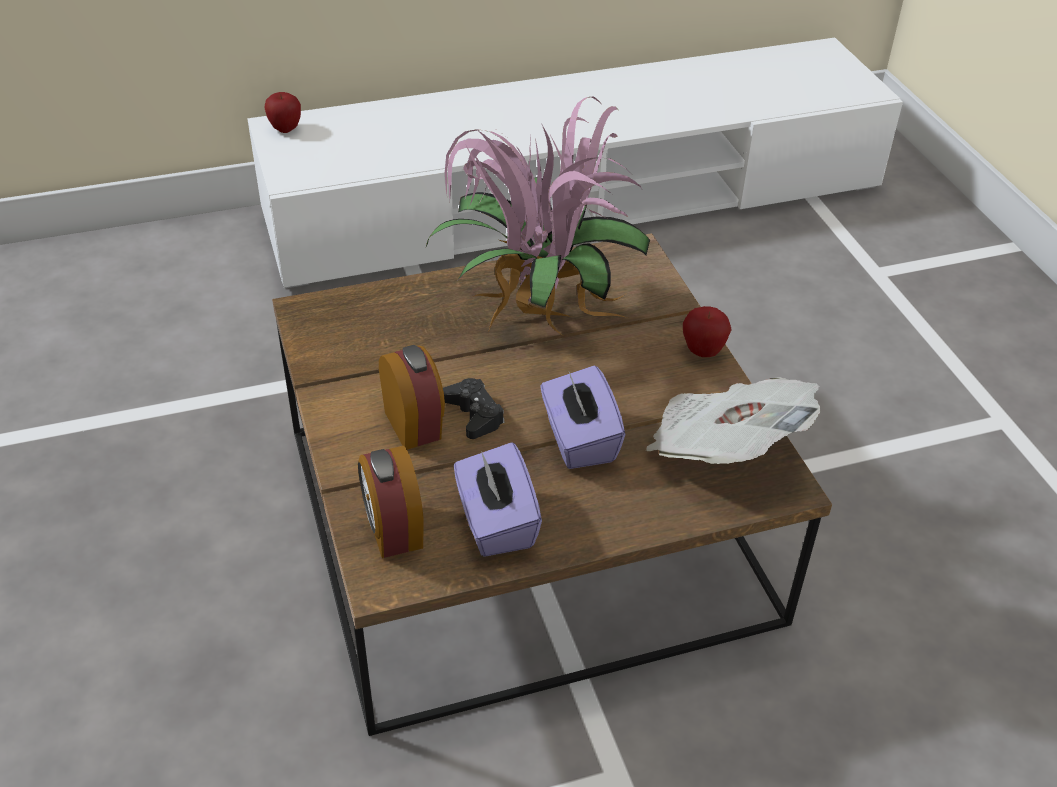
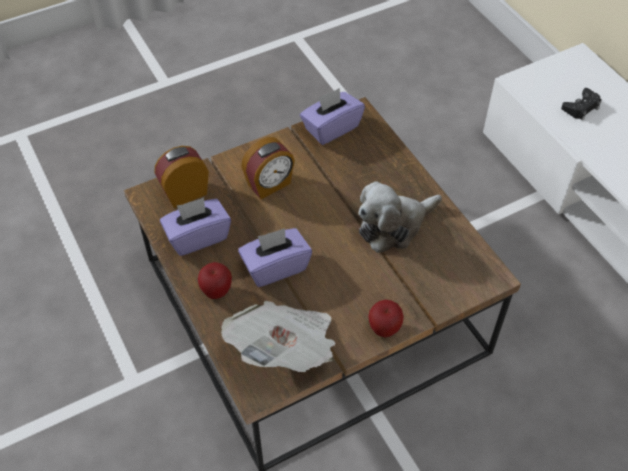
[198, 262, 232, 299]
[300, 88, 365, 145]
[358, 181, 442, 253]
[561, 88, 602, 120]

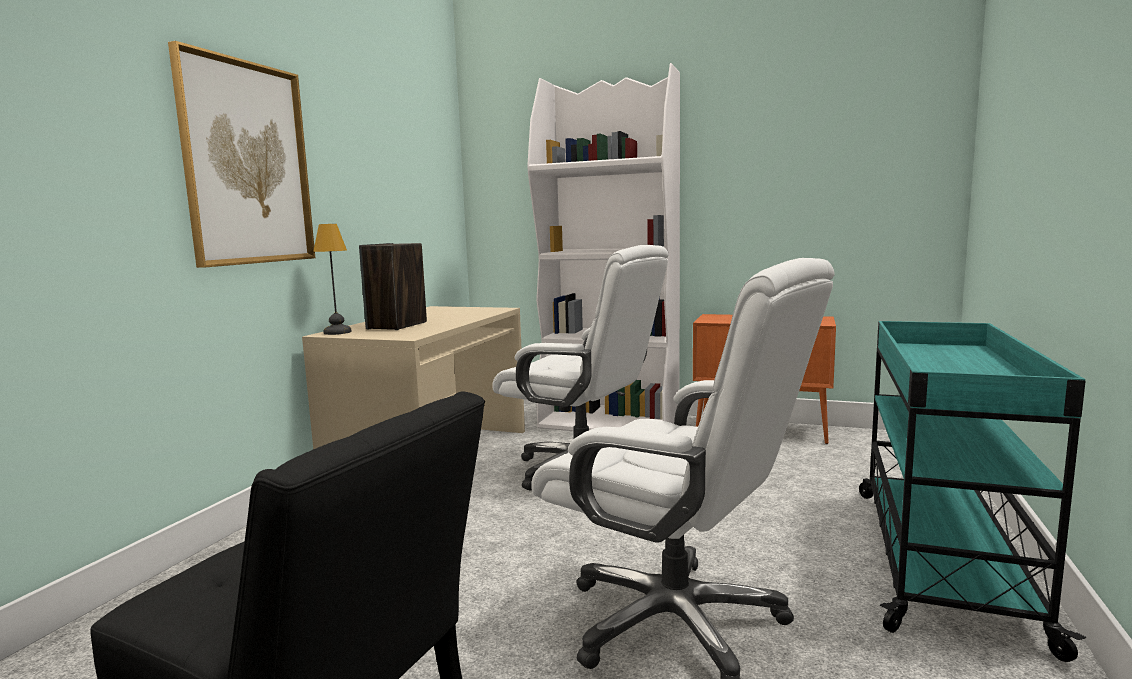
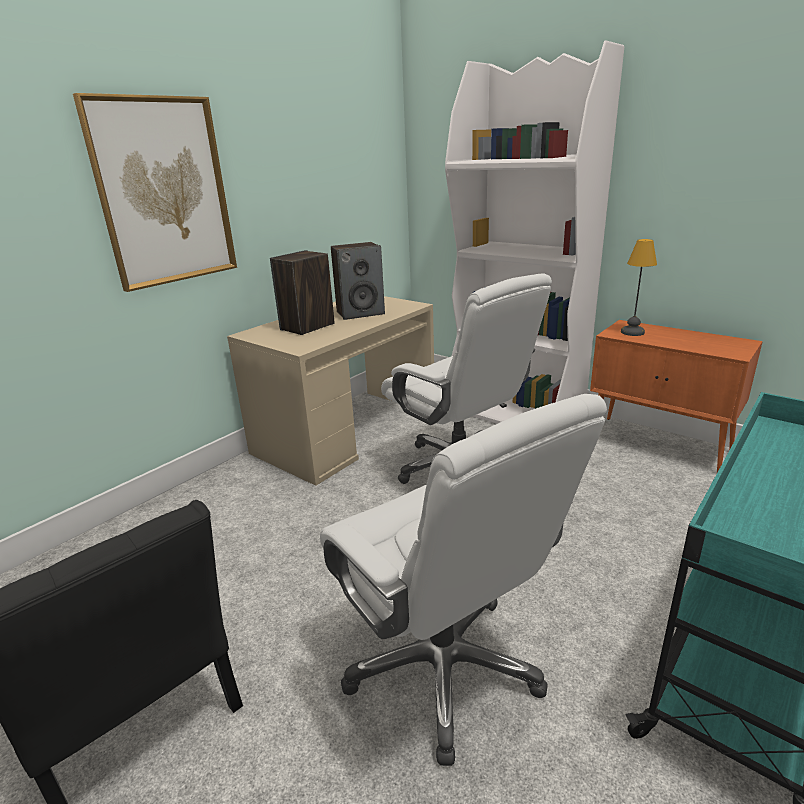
[331, 242, 385, 320]
[621, 239, 657, 336]

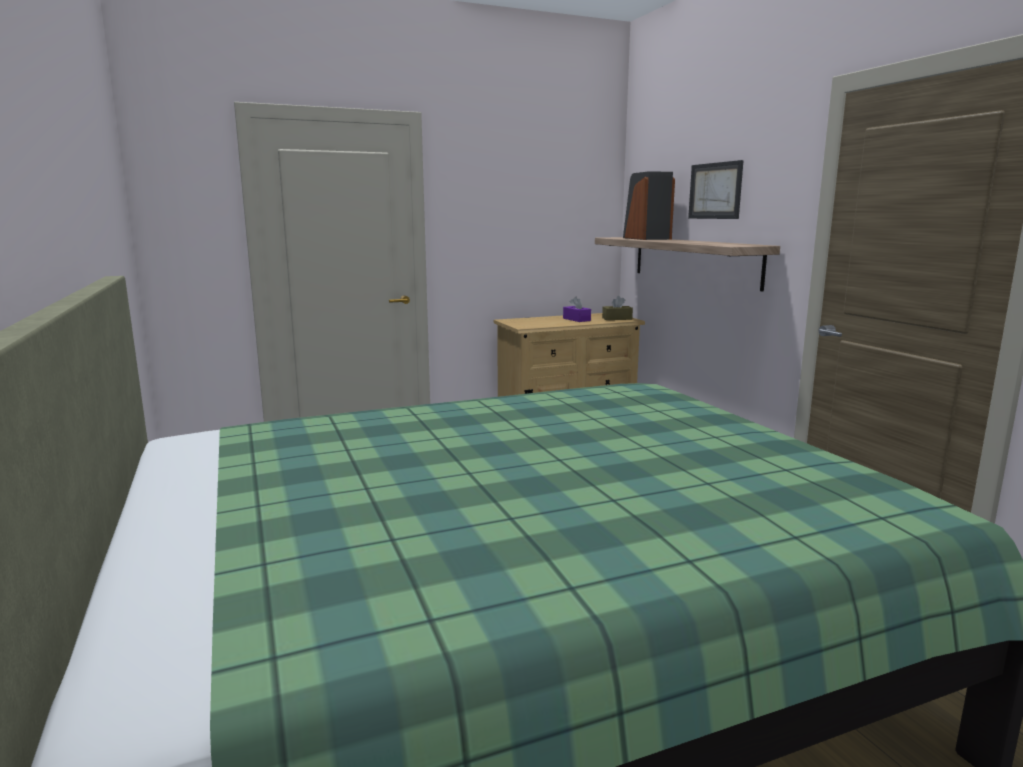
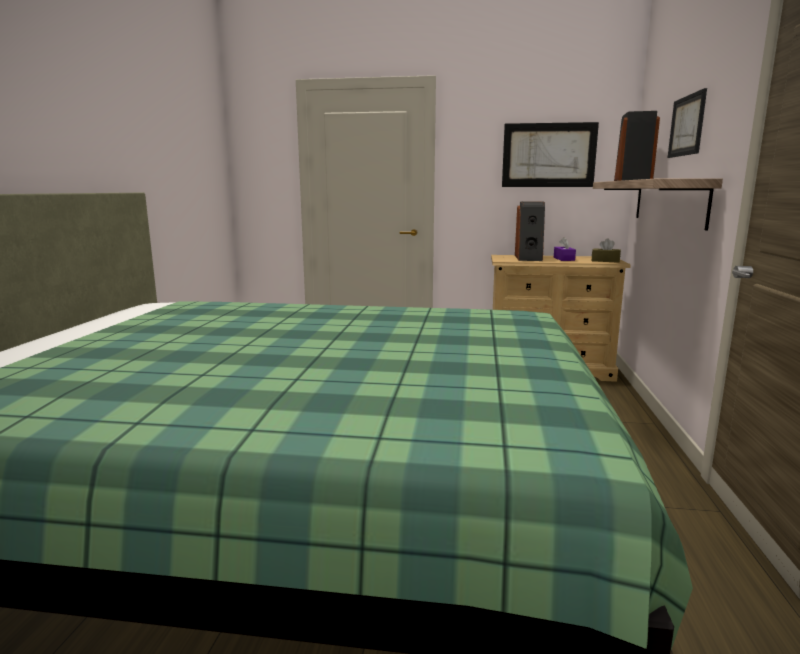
[502, 122, 599, 187]
[515, 201, 545, 261]

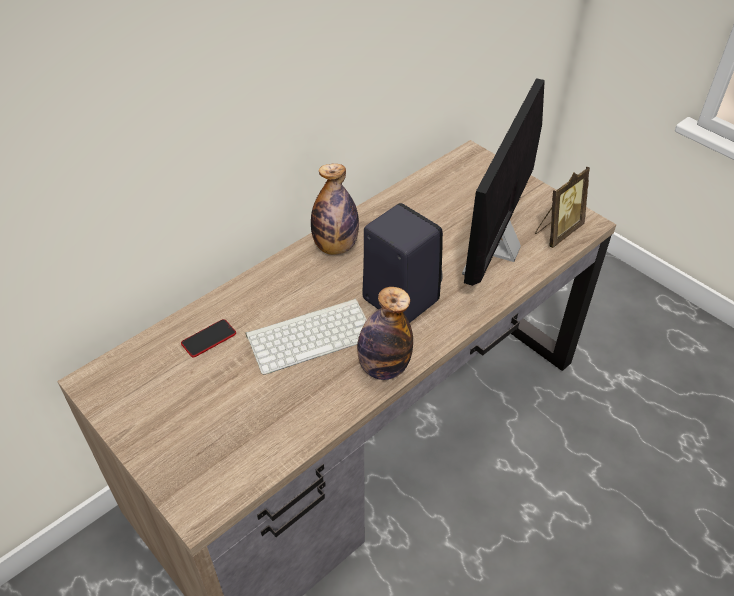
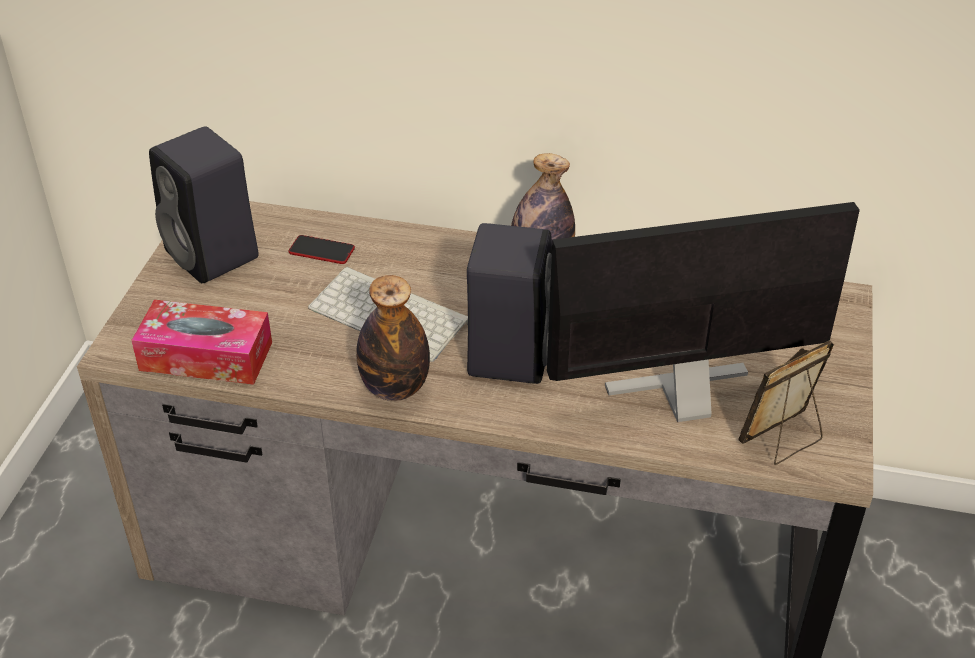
[131, 300, 272, 385]
[149, 126, 259, 283]
[738, 340, 834, 465]

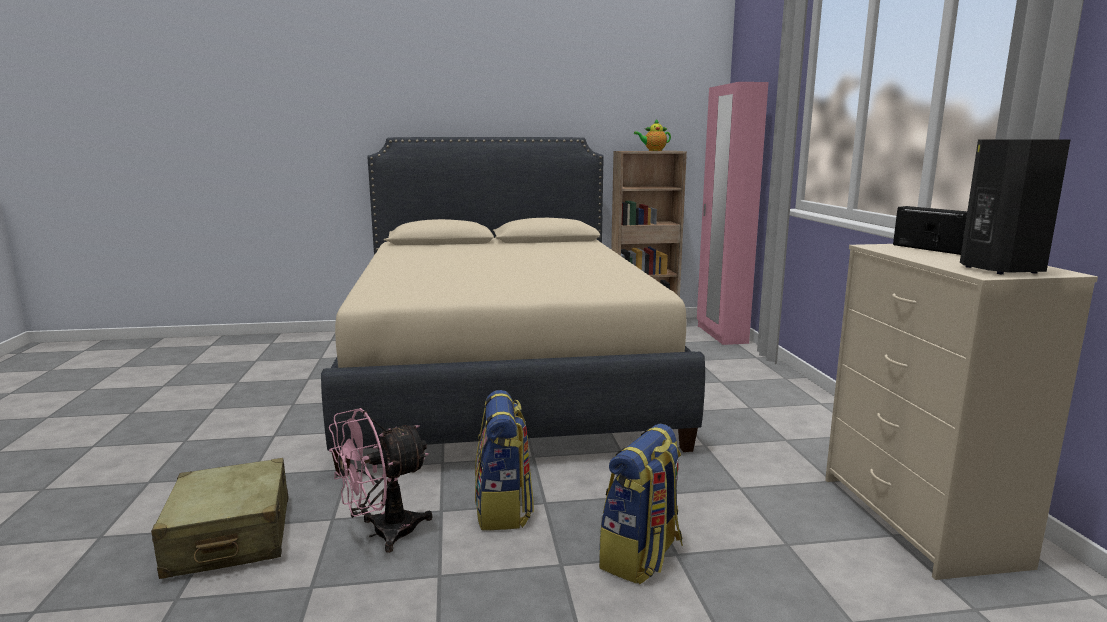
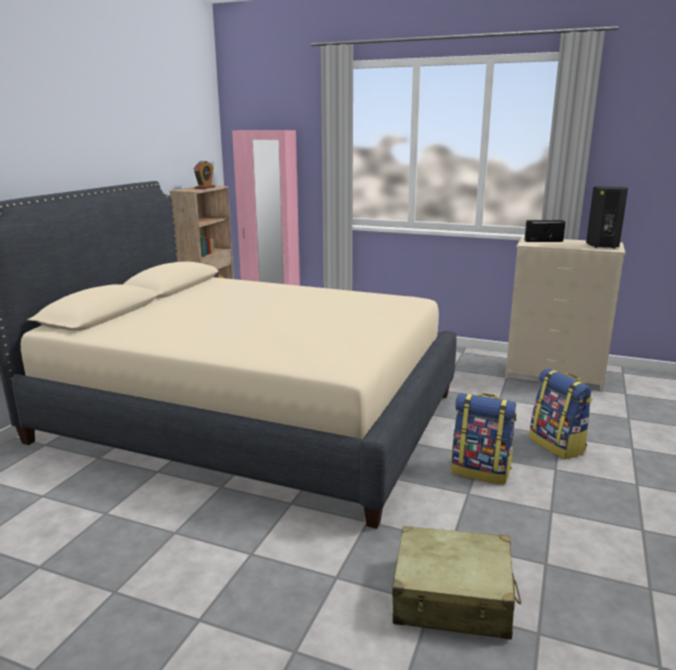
[194, 161, 215, 189]
[329, 408, 433, 553] (first image)

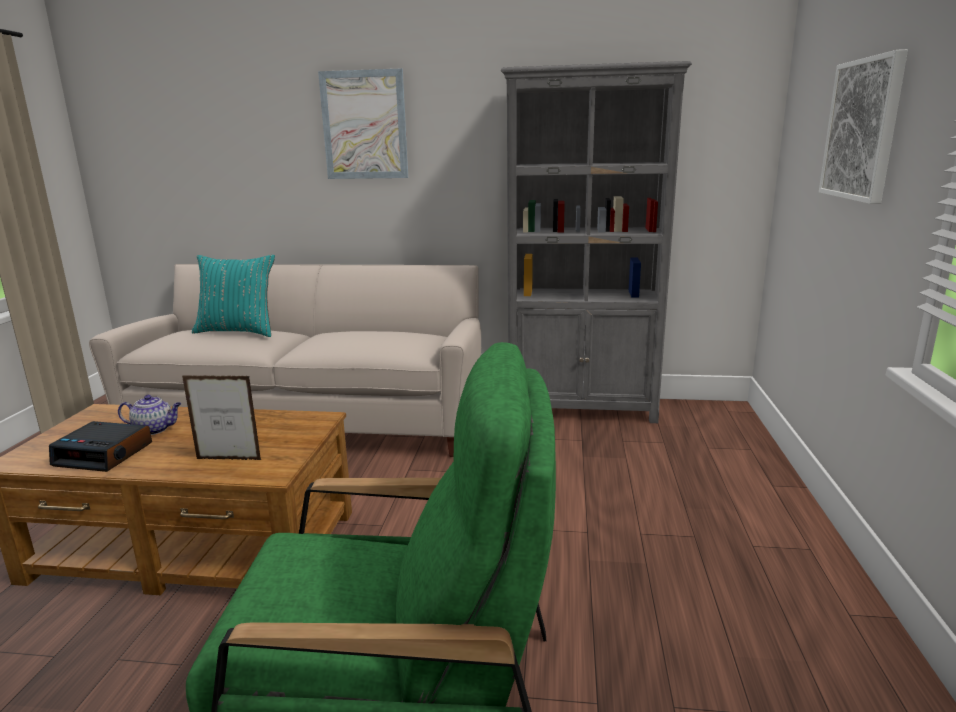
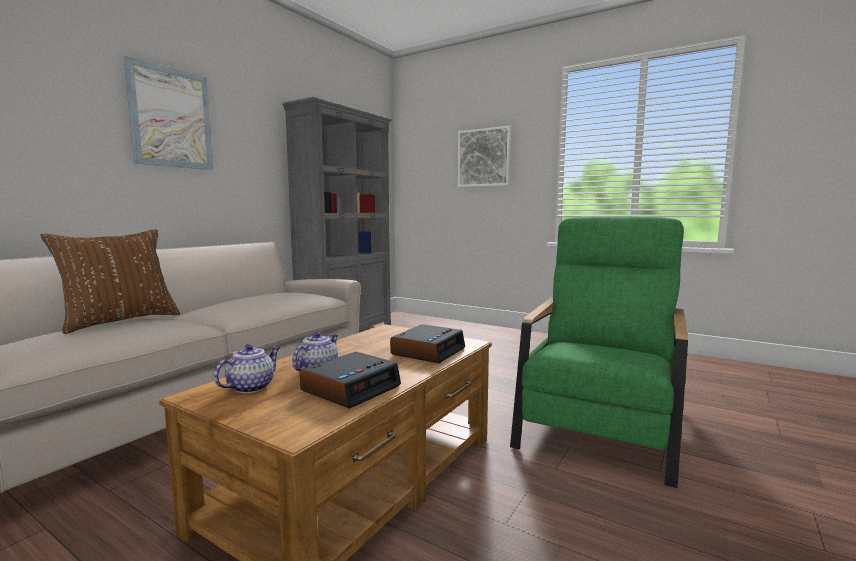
[40, 229, 180, 334]
[214, 344, 280, 393]
[390, 324, 465, 363]

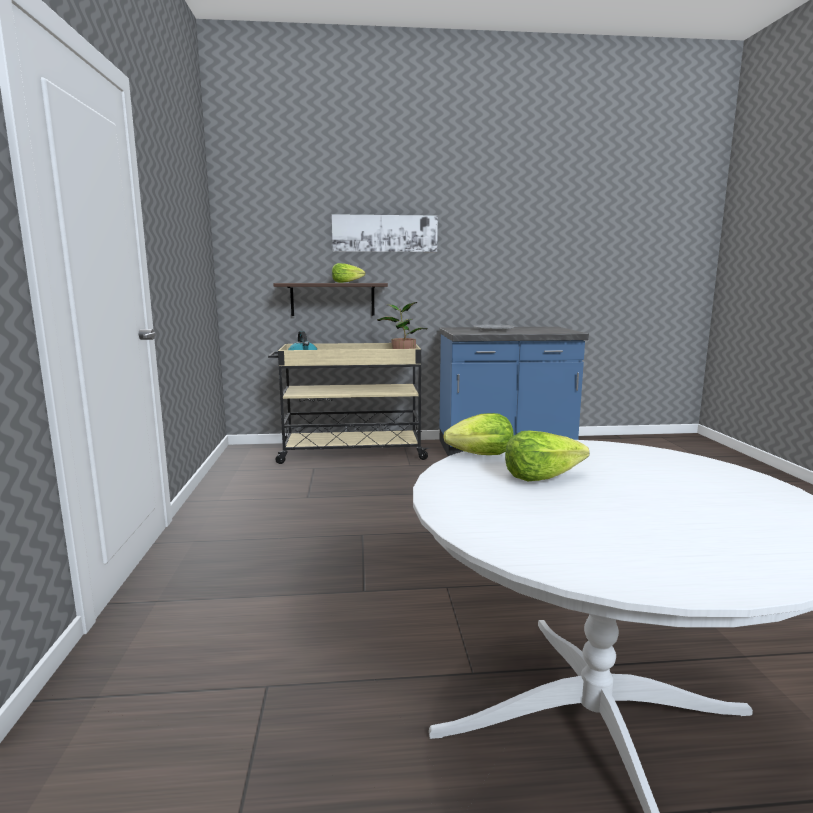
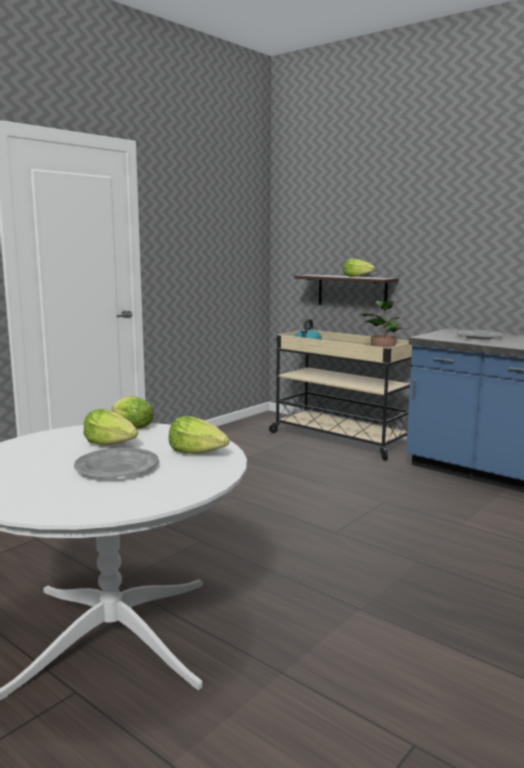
[74, 448, 159, 477]
[169, 416, 230, 454]
[332, 214, 438, 252] (first image)

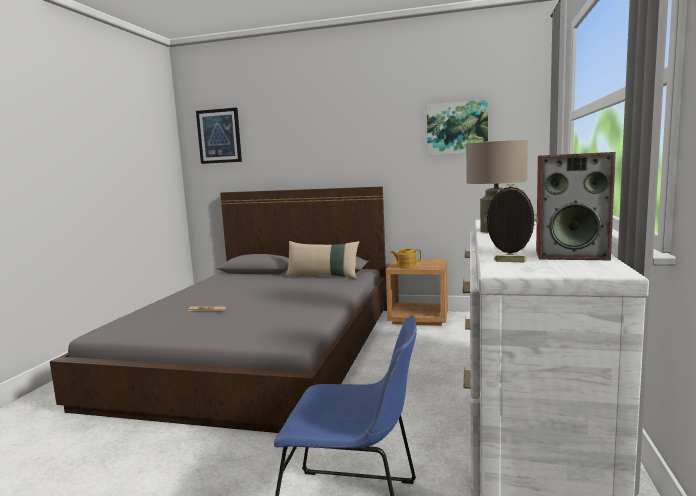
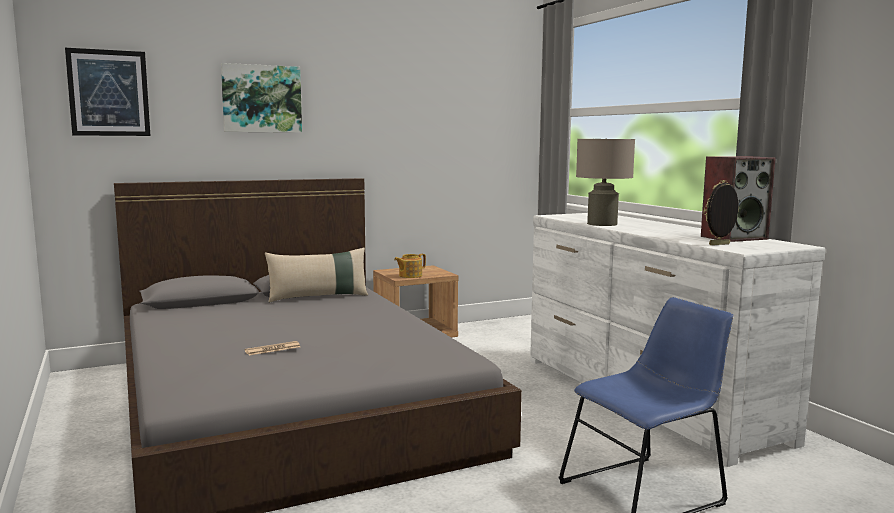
[221, 63, 302, 133]

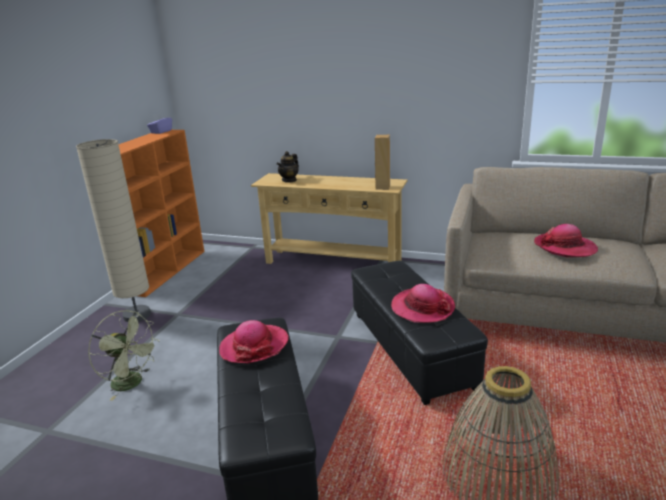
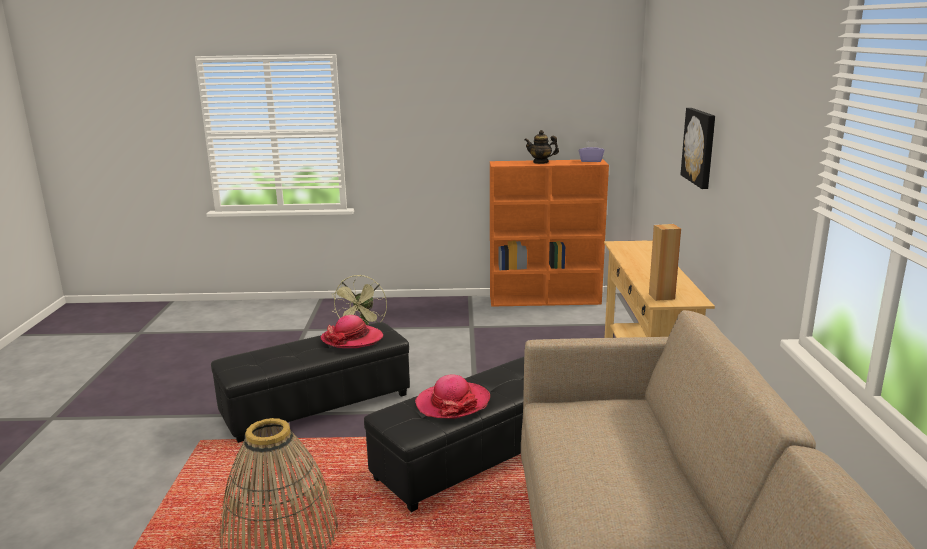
[525, 130, 559, 164]
[680, 108, 715, 189]
[76, 139, 151, 322] (first image)
[534, 224, 598, 258] (first image)

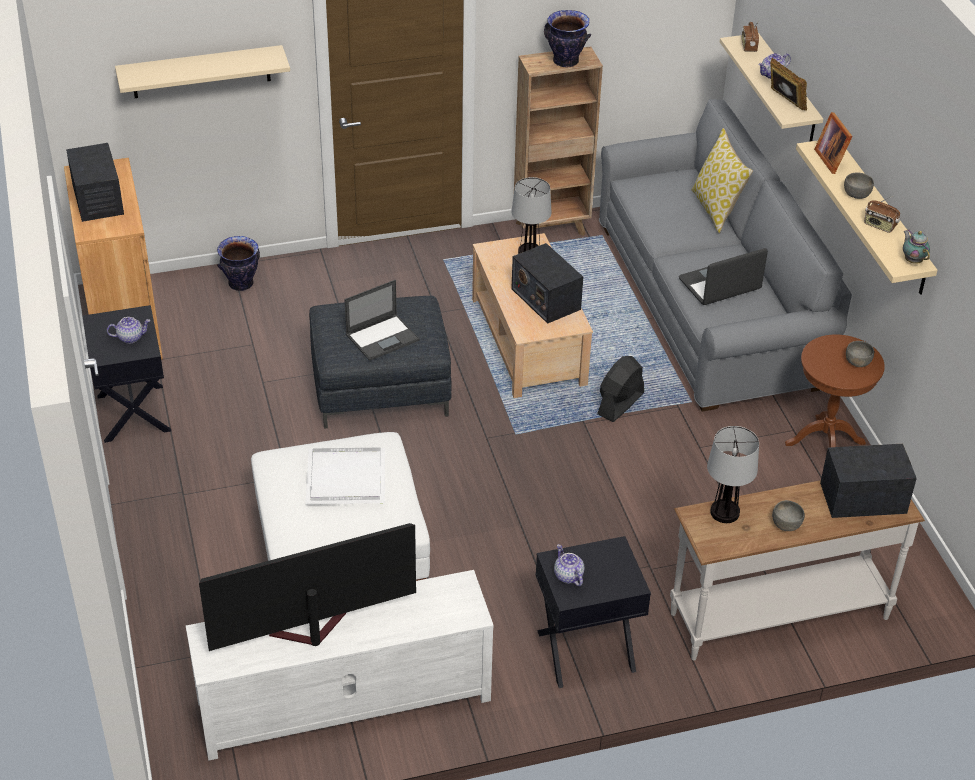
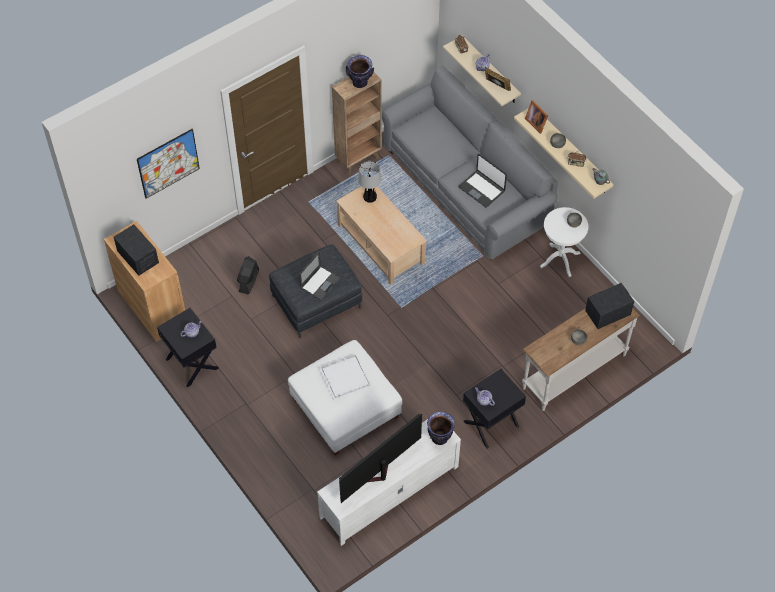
[137, 129, 200, 199]
[237, 256, 259, 295]
[427, 412, 455, 445]
[458, 154, 507, 208]
[540, 207, 588, 277]
[511, 243, 583, 324] (first image)
[692, 128, 753, 233] (first image)
[707, 426, 759, 523] (first image)

